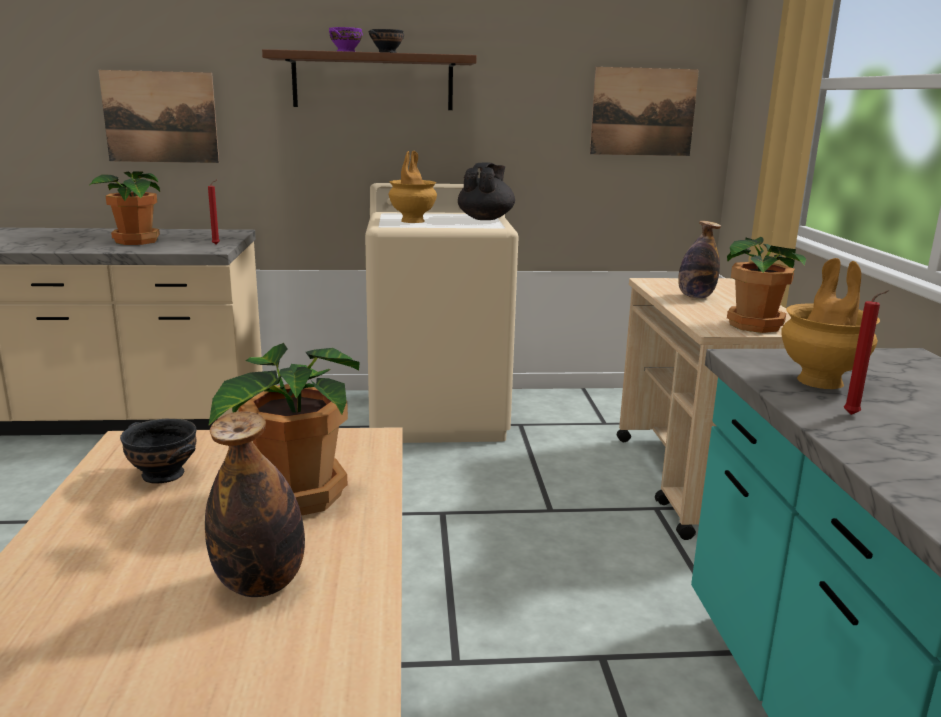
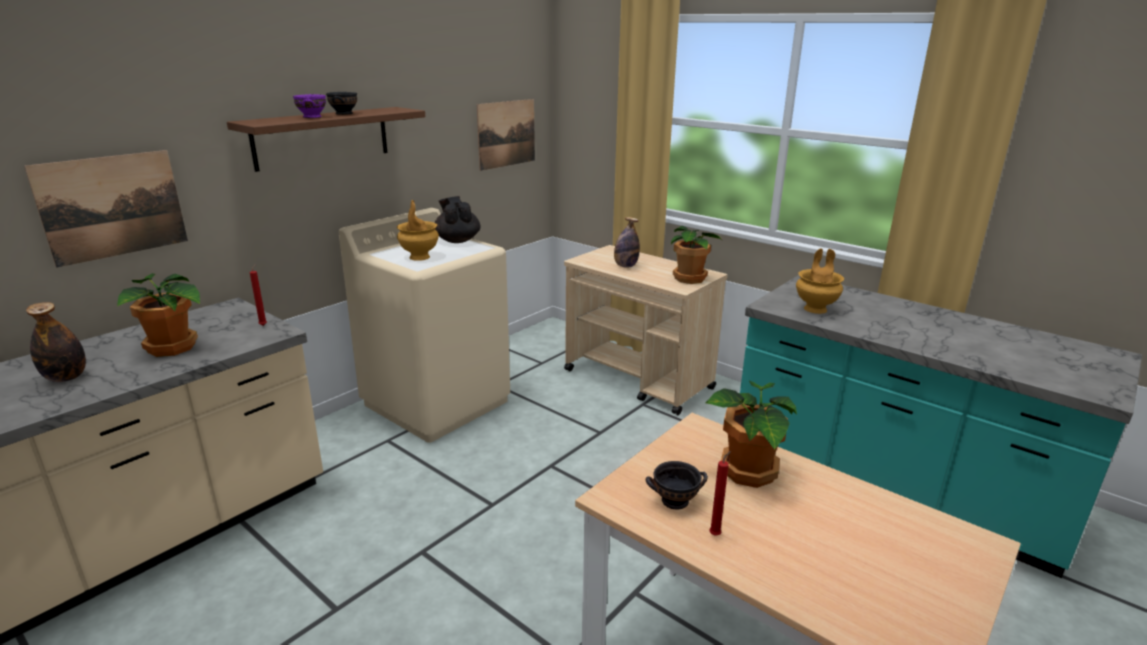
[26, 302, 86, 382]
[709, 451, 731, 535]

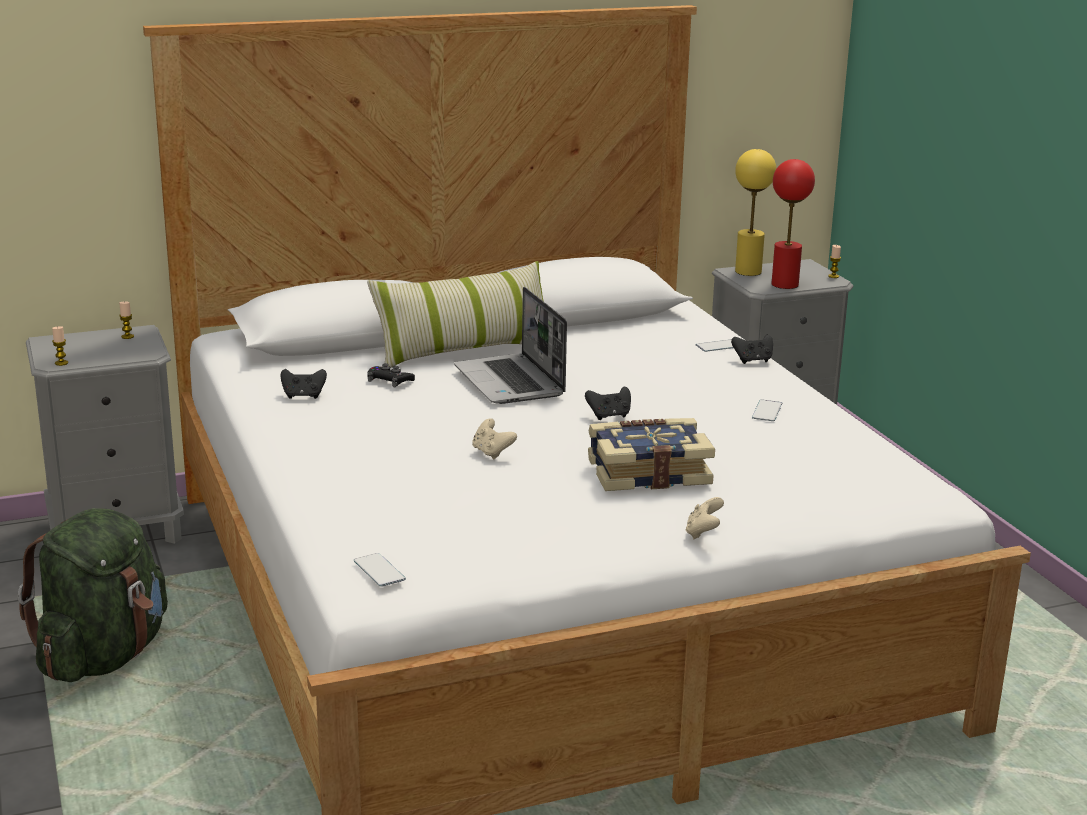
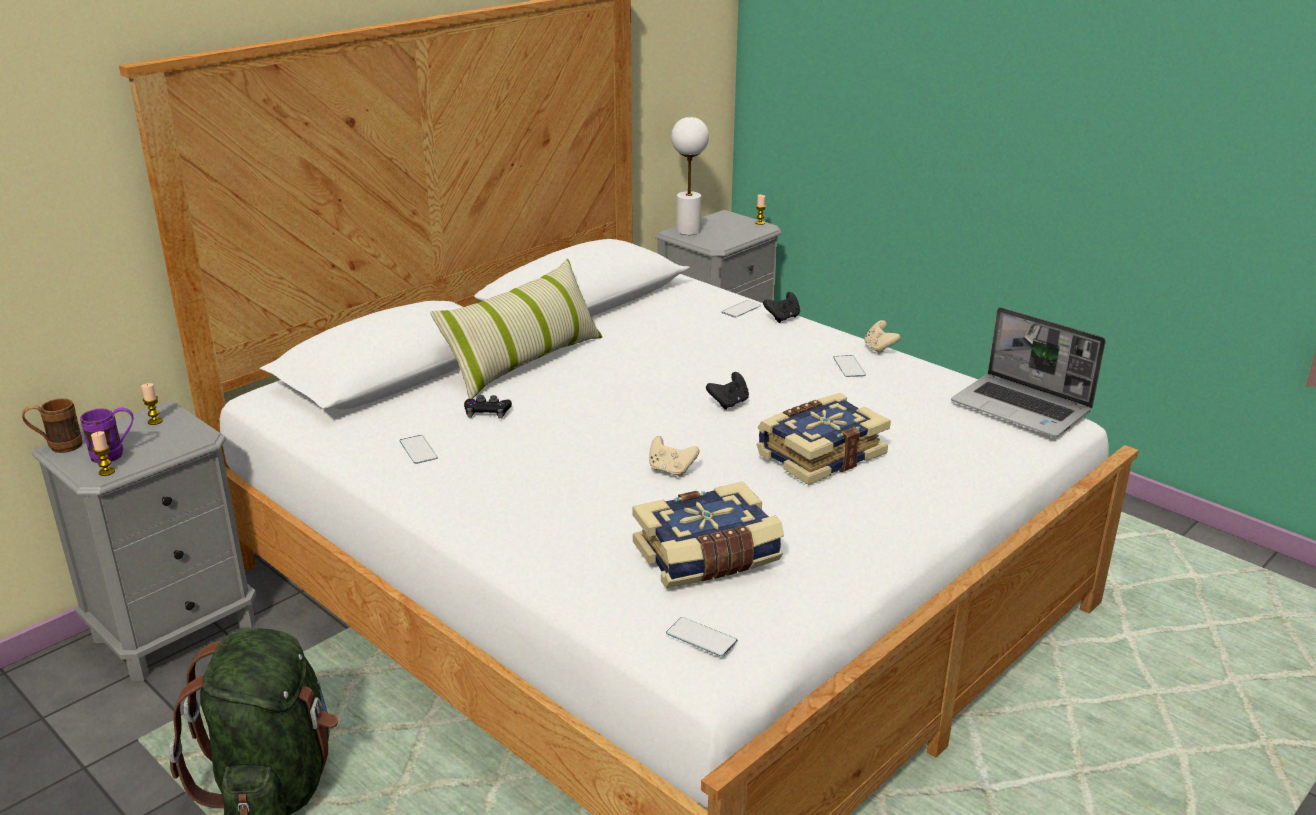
[22, 398, 83, 453]
[80, 407, 133, 463]
[400, 435, 438, 464]
[633, 481, 784, 588]
[671, 117, 709, 235]
[864, 320, 900, 354]
[951, 307, 1106, 437]
[772, 159, 815, 289] (first image)

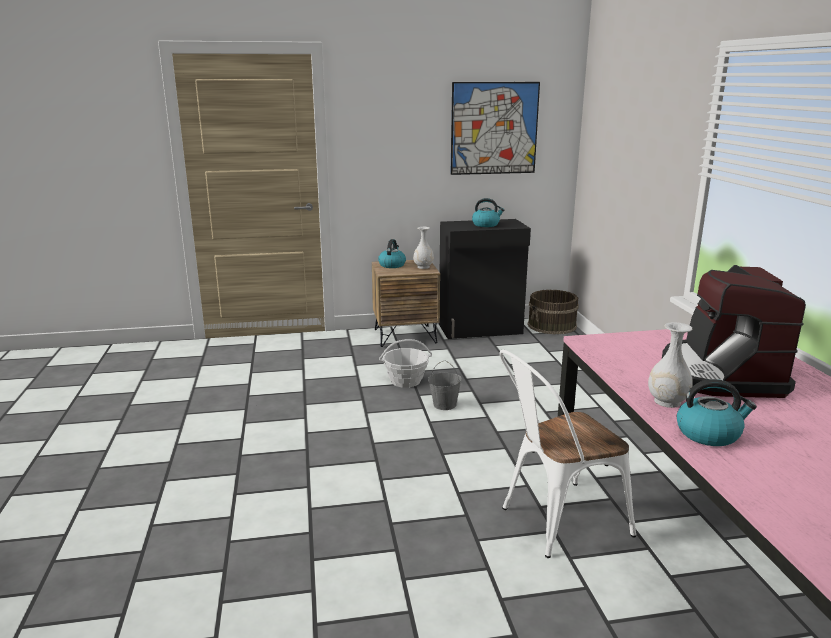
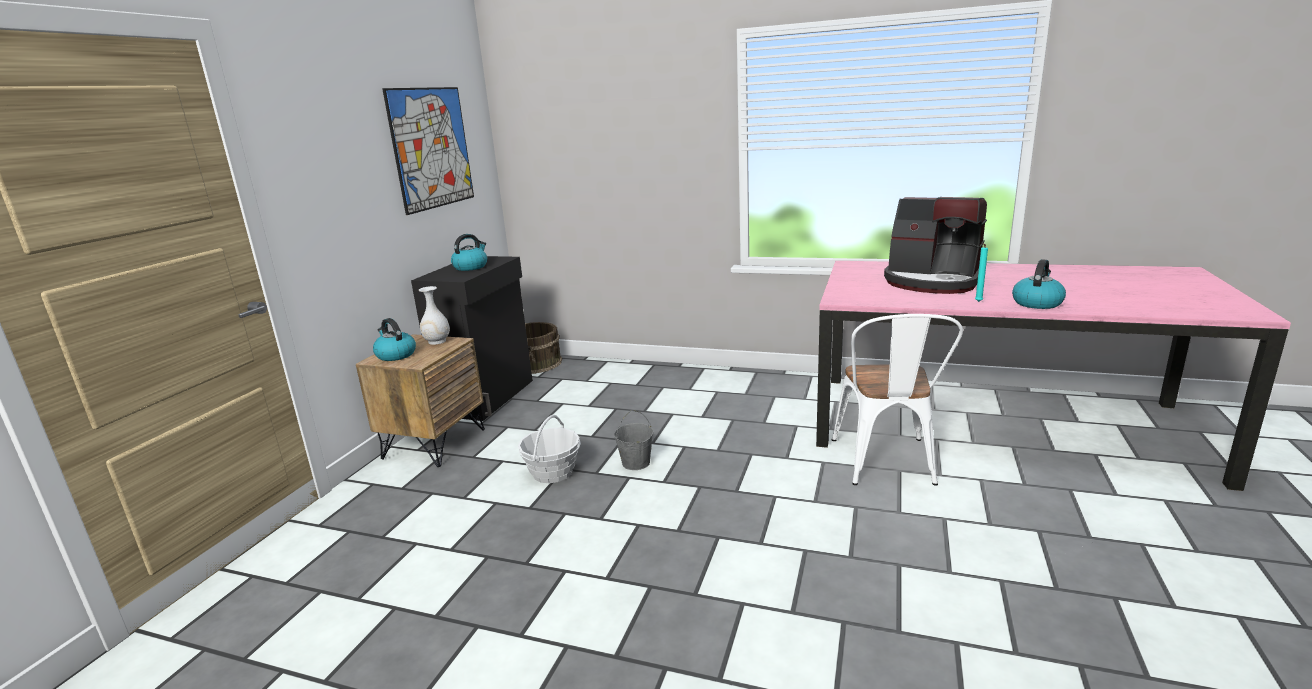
[975, 243, 988, 302]

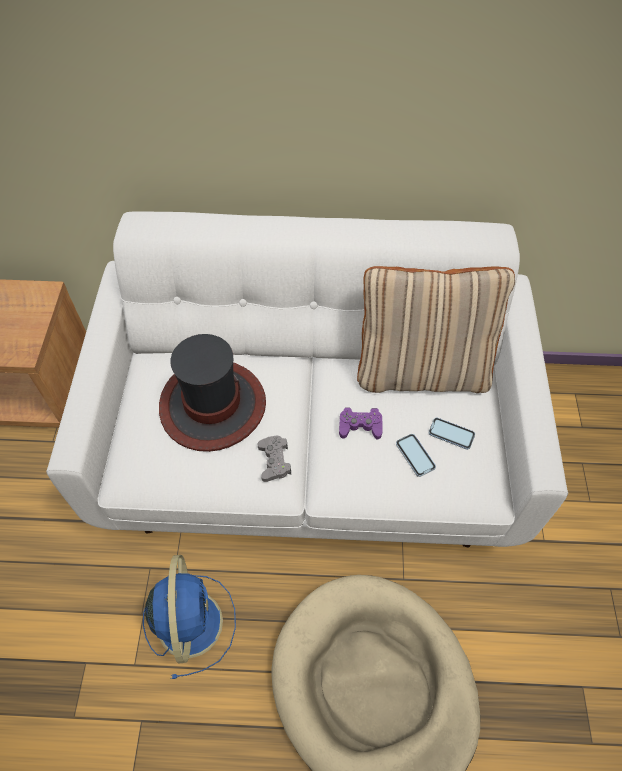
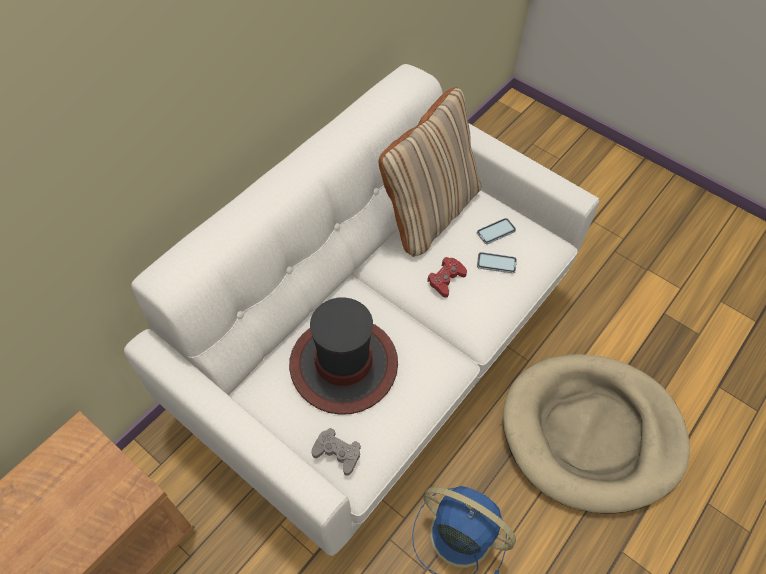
[312, 428, 361, 476]
[427, 257, 467, 298]

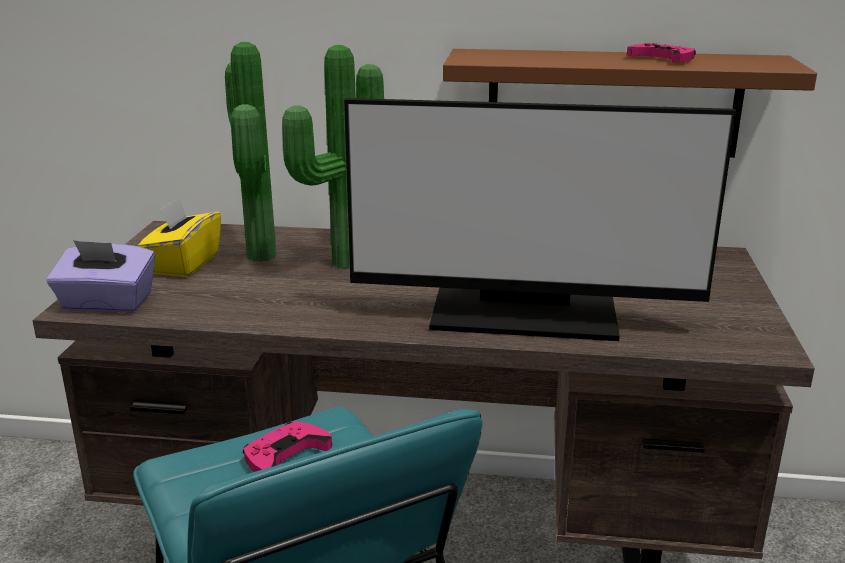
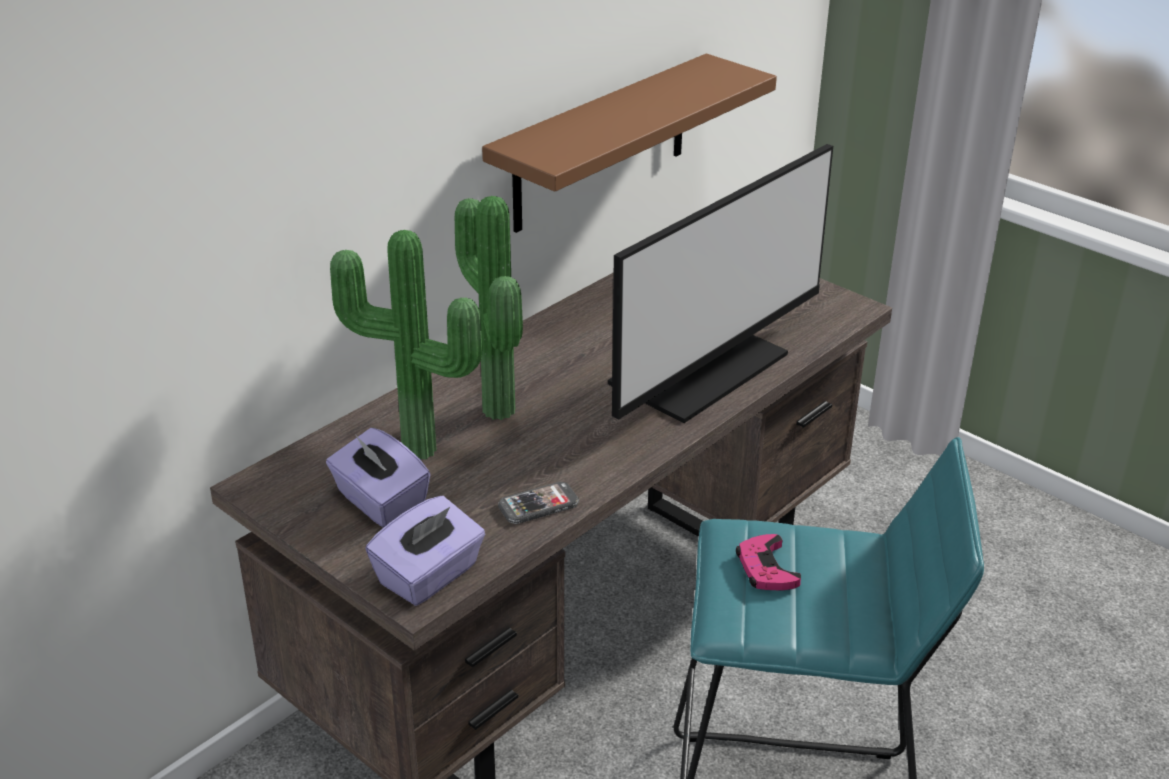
[326, 428, 430, 528]
[498, 481, 579, 524]
[627, 43, 696, 63] (first image)

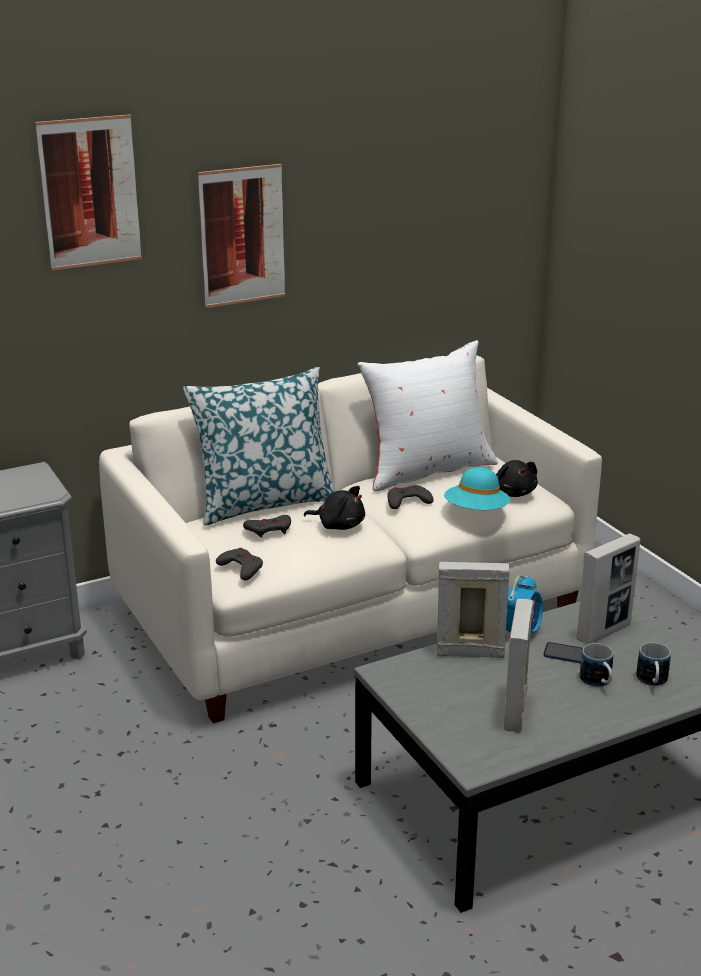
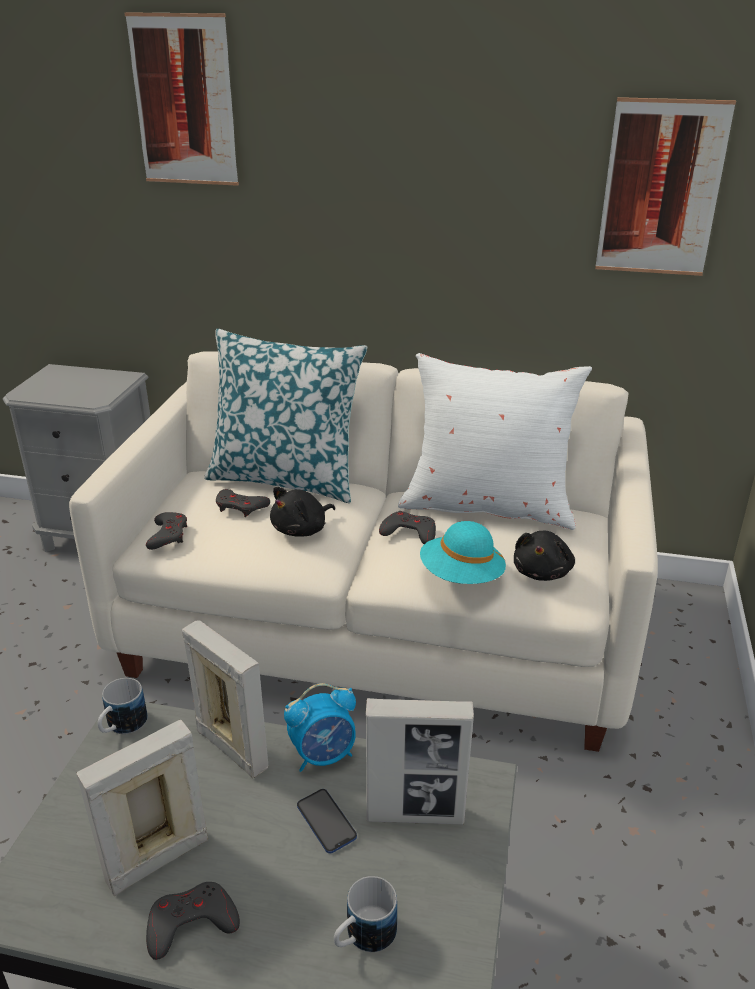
[97, 678, 148, 734]
[146, 882, 240, 960]
[270, 487, 335, 537]
[595, 97, 736, 276]

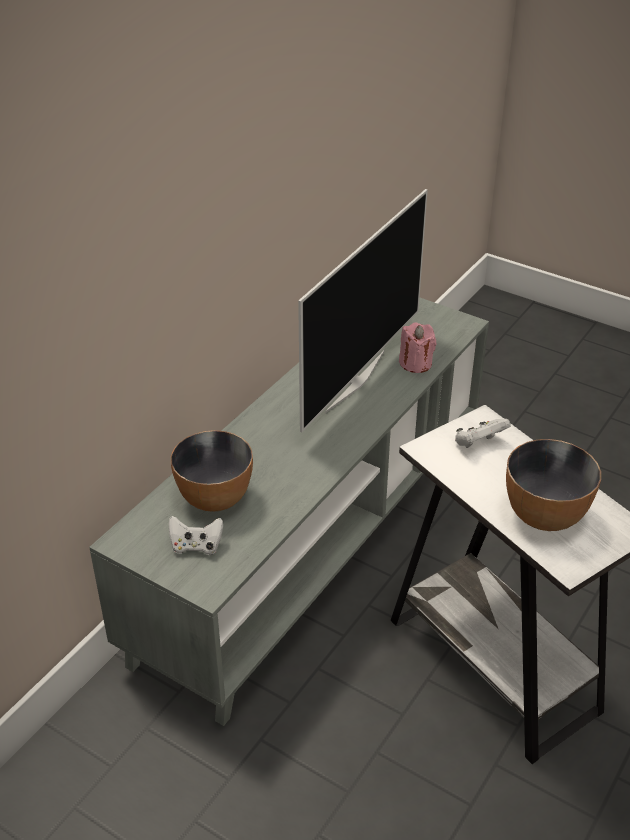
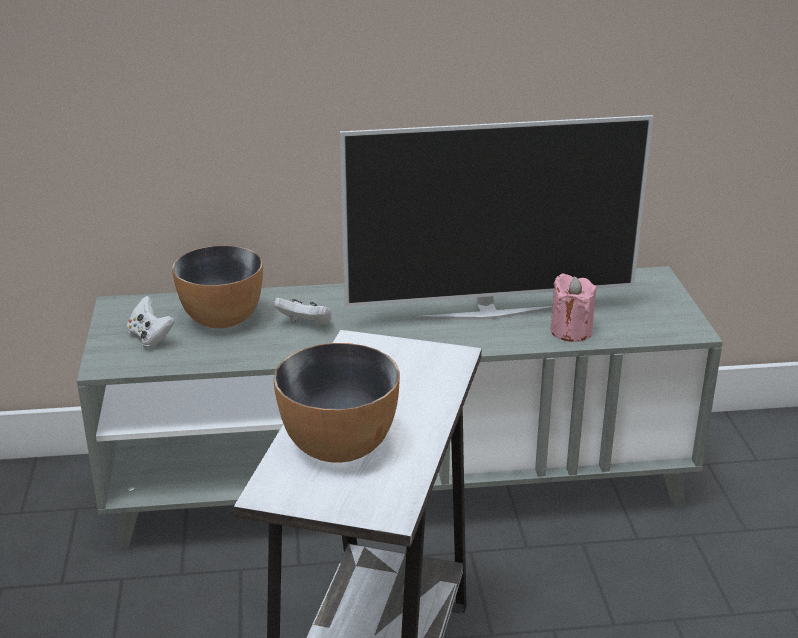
[274, 298, 332, 327]

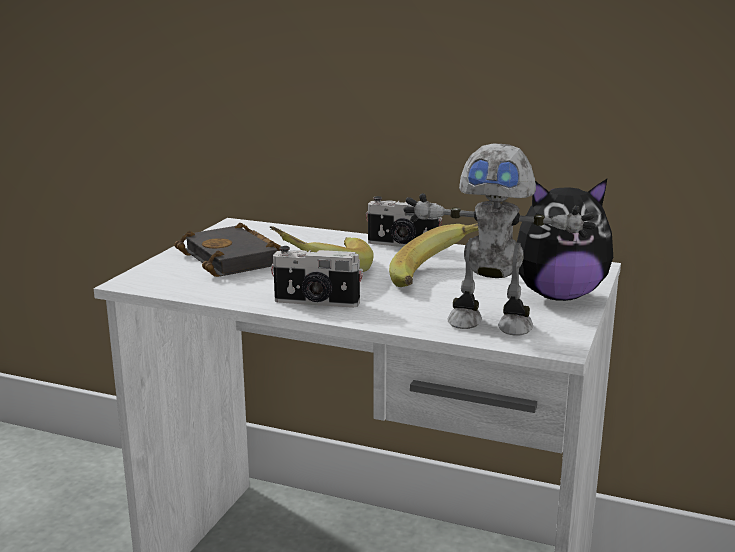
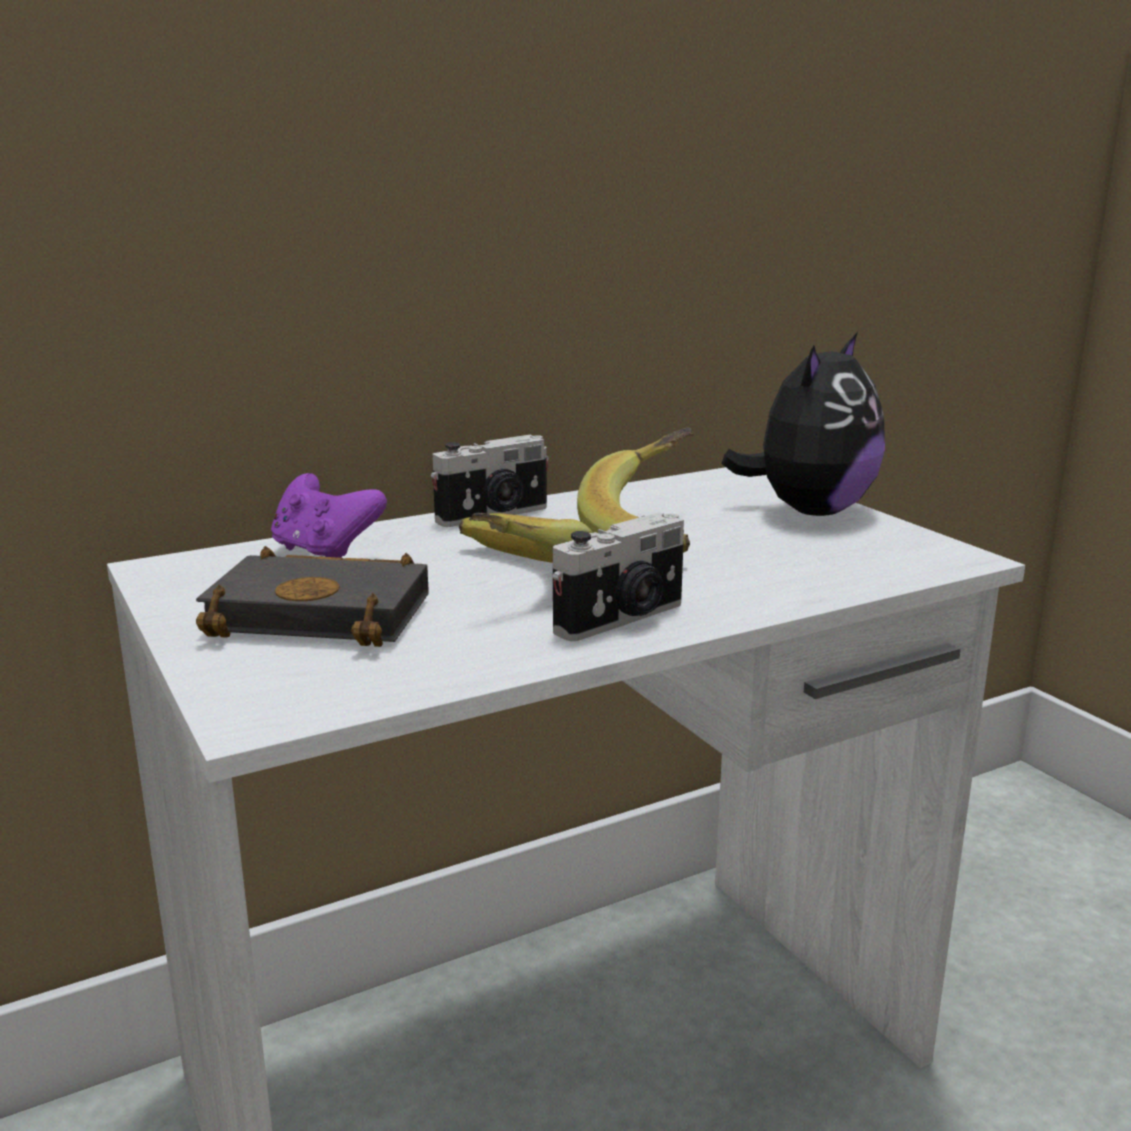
[271, 473, 387, 558]
[403, 143, 596, 336] (first image)

